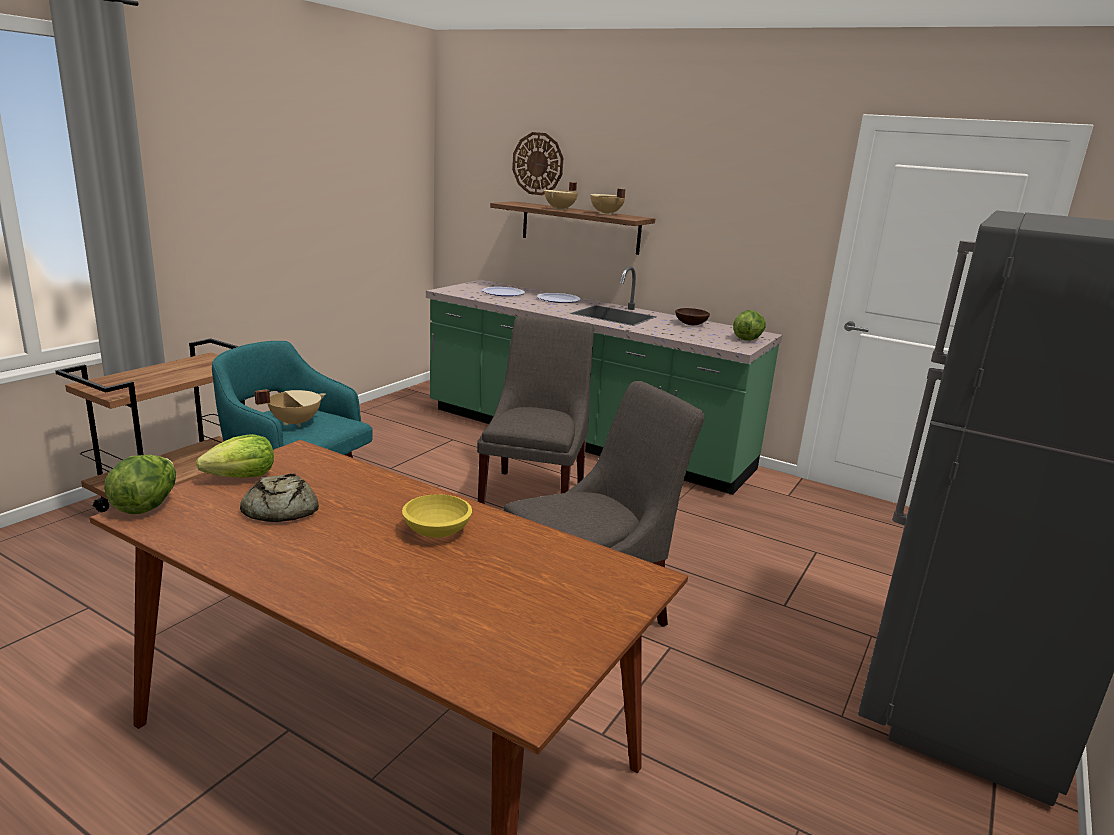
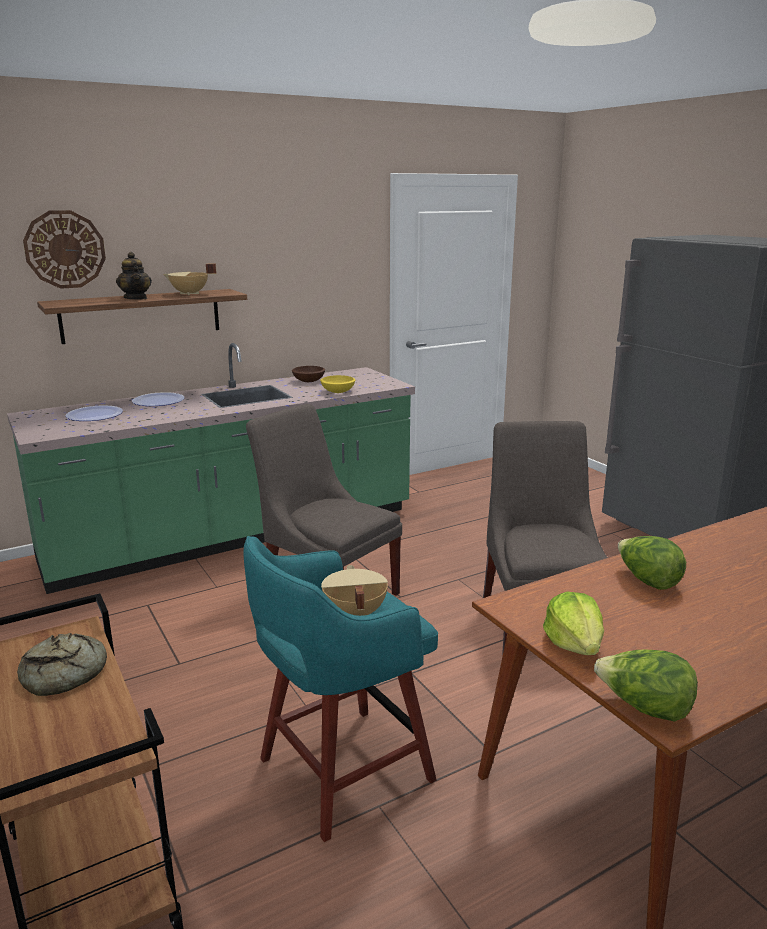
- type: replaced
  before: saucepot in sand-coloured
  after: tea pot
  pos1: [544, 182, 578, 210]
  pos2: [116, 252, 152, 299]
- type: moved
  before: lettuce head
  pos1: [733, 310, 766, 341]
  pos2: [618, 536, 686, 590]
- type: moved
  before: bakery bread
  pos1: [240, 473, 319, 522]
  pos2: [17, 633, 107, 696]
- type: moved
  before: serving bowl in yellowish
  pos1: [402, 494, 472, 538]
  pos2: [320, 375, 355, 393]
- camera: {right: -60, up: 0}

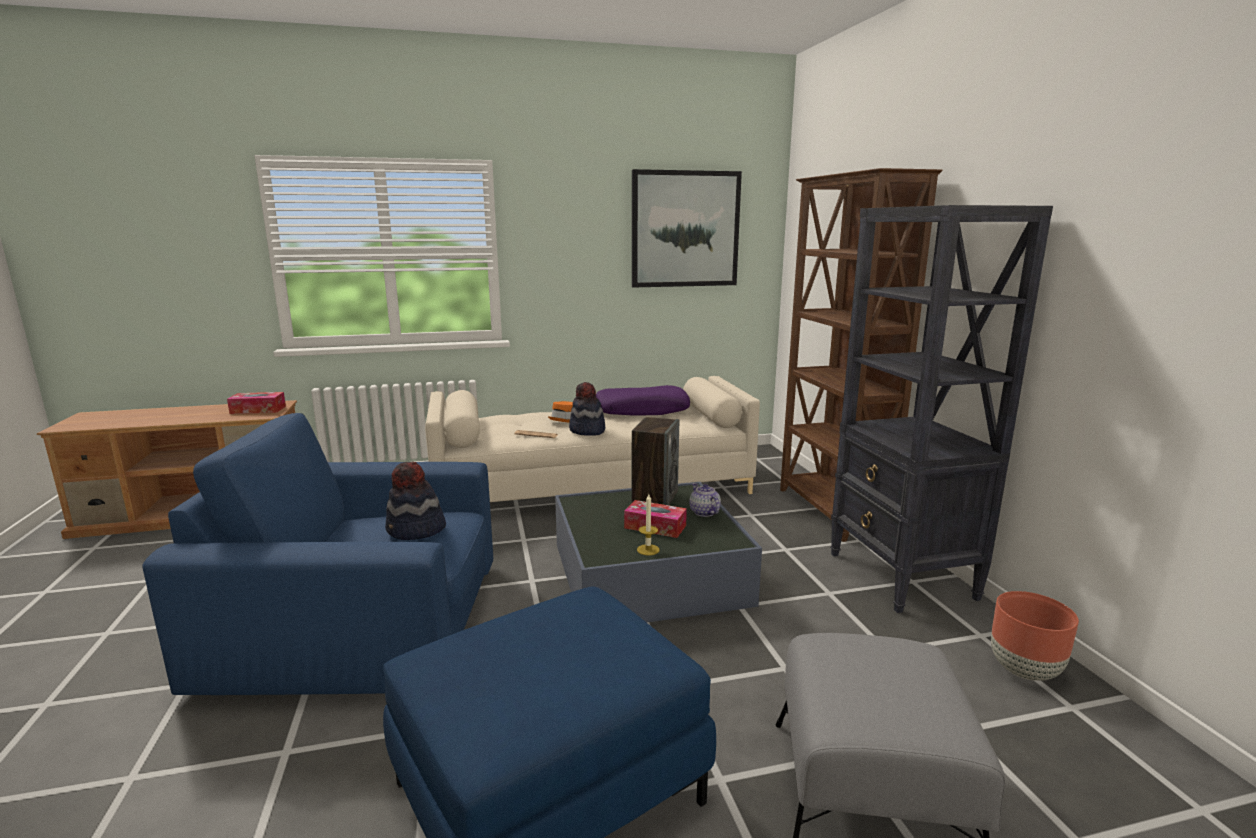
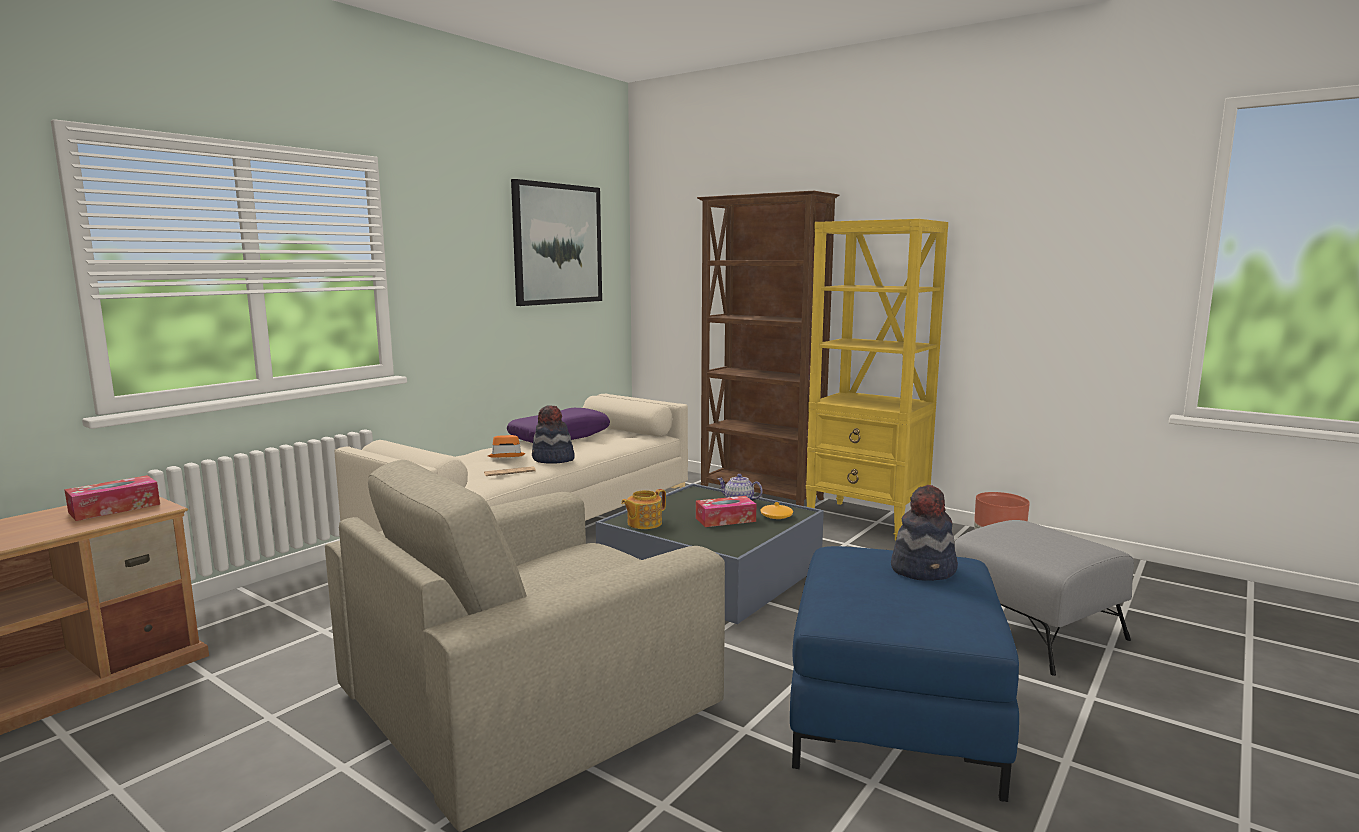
- type: recoloured
  before: bookcase in black
  after: bookcase in yellowish
  pos1: [830, 205, 1053, 613]
  pos2: [806, 219, 948, 540]
- type: recoloured
  before: lounge chair in bluish
  after: lounge chair in sand-coloured
  pos1: [142, 413, 493, 695]
  pos2: [325, 460, 725, 832]
- type: removed
  before: speaker
  pos1: [632, 417, 679, 505]
- type: moved
  before: clothing hat
  pos1: [385, 462, 446, 540]
  pos2: [891, 485, 958, 581]
- type: removed
  before: wax candle
  pos1: [637, 494, 660, 556]
- type: added
  after: tea pot
  pos2: [621, 489, 666, 529]
- type: added
  after: vase in orangey
  pos2: [760, 502, 793, 519]
- camera: {right: -40, up: -5}

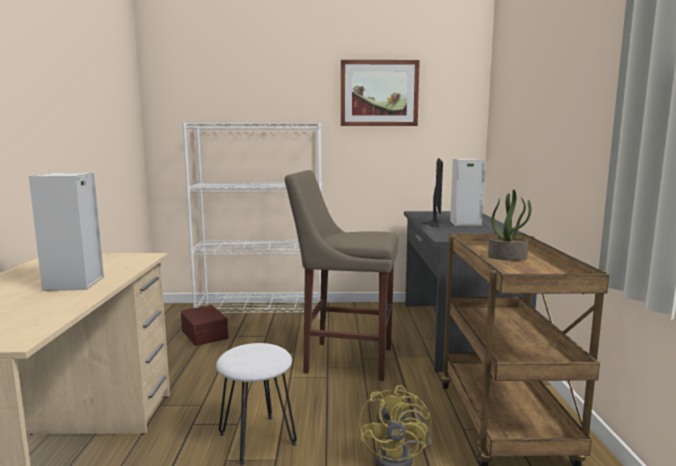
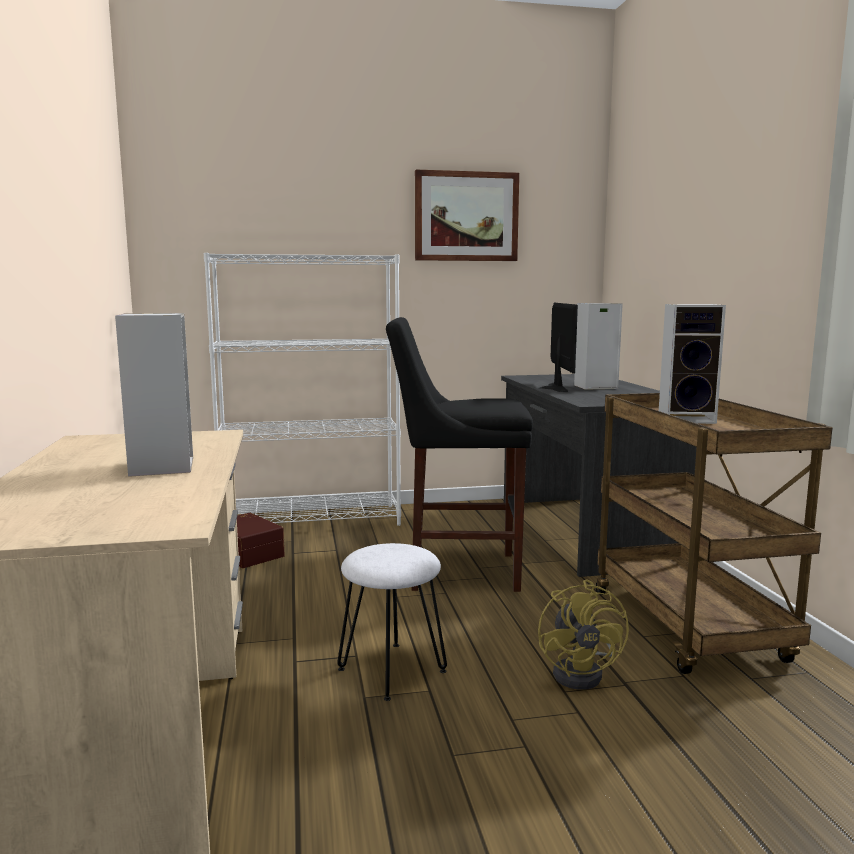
- type: recoloured
  before: sitting stool in sand-coloured
  after: sitting stool in black
  pos1: [285, 170, 399, 381]
  pos2: [386, 317, 533, 592]
- type: replaced
  before: plant in a pot
  after: speaker
  pos1: [488, 189, 532, 261]
  pos2: [659, 304, 726, 424]
- camera: {right: -10, up: 0}

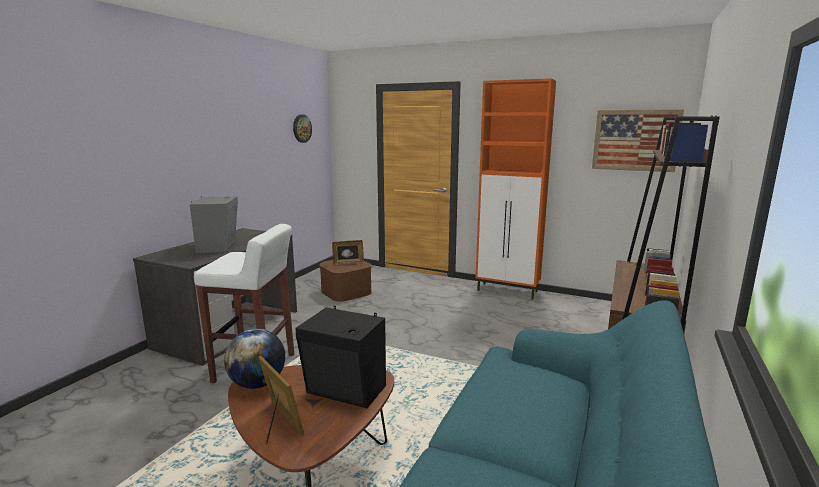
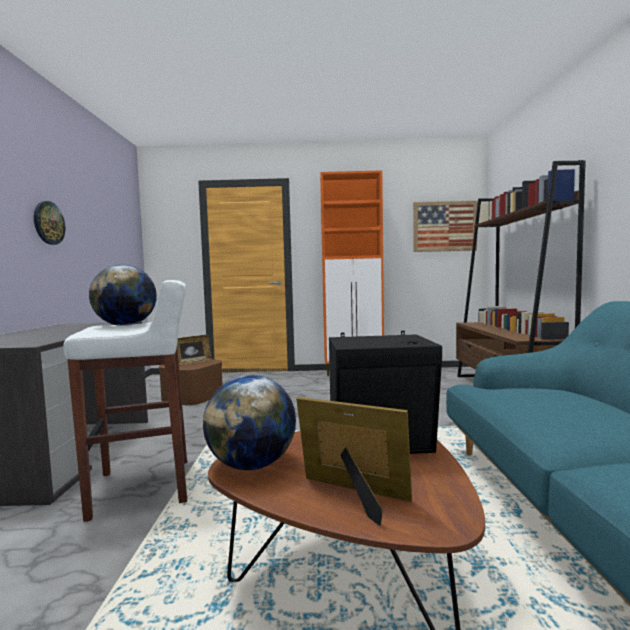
- type: moved
  before: clock on the wall
  pos1: [293, 114, 312, 143]
  pos2: [34, 201, 65, 245]
- type: removed
  before: speaker in grey
  pos1: [190, 196, 238, 253]
- type: added
  after: desk globe
  pos2: [89, 265, 157, 326]
- camera: {right: -25, up: -10}

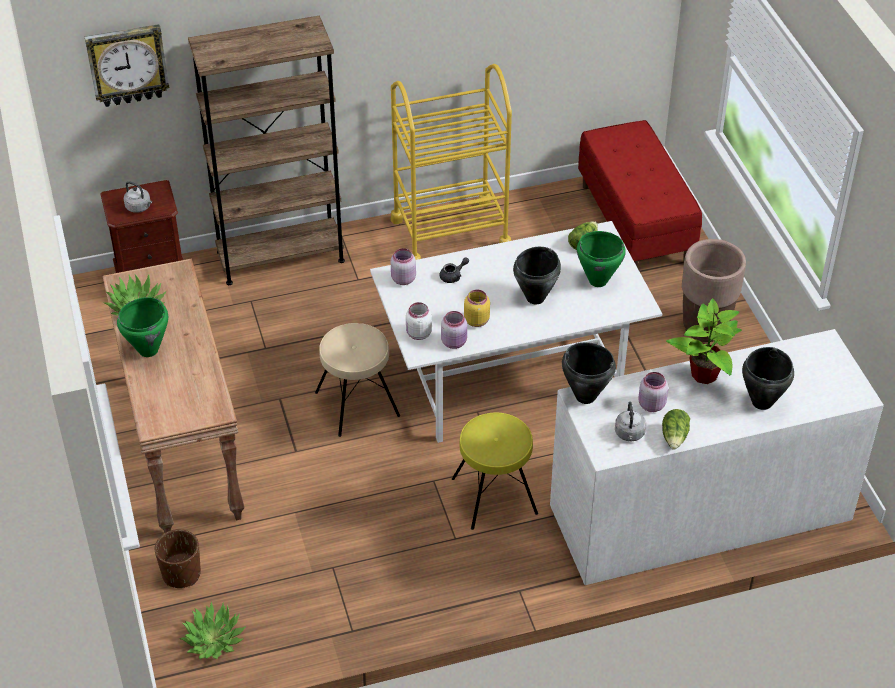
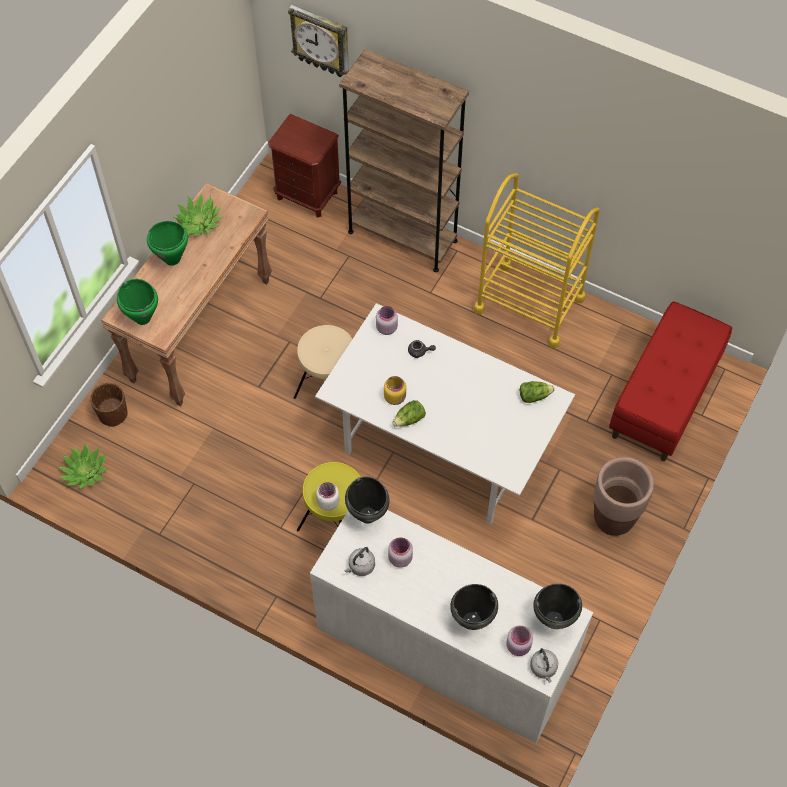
- type: moved
  before: tea kettle in grey
  pos1: [124, 181, 152, 213]
  pos2: [530, 648, 558, 683]
- type: moved
  before: saucepot in green
  pos1: [577, 231, 626, 287]
  pos2: [117, 279, 158, 325]
- type: moved
  before: saucepot in black
  pos1: [513, 247, 561, 304]
  pos2: [533, 584, 582, 629]
- type: removed
  before: plant in a pot
  pos1: [666, 298, 742, 384]
- type: moved
  before: preserve jar in whitish
  pos1: [406, 302, 432, 340]
  pos2: [316, 482, 340, 511]
- type: moved
  before: preserve jar in pinkish
  pos1: [441, 311, 467, 349]
  pos2: [506, 626, 533, 656]
- type: moved
  before: lettuce head
  pos1: [662, 409, 690, 450]
  pos2: [393, 400, 426, 427]
- camera: {right: 45, up: 15}

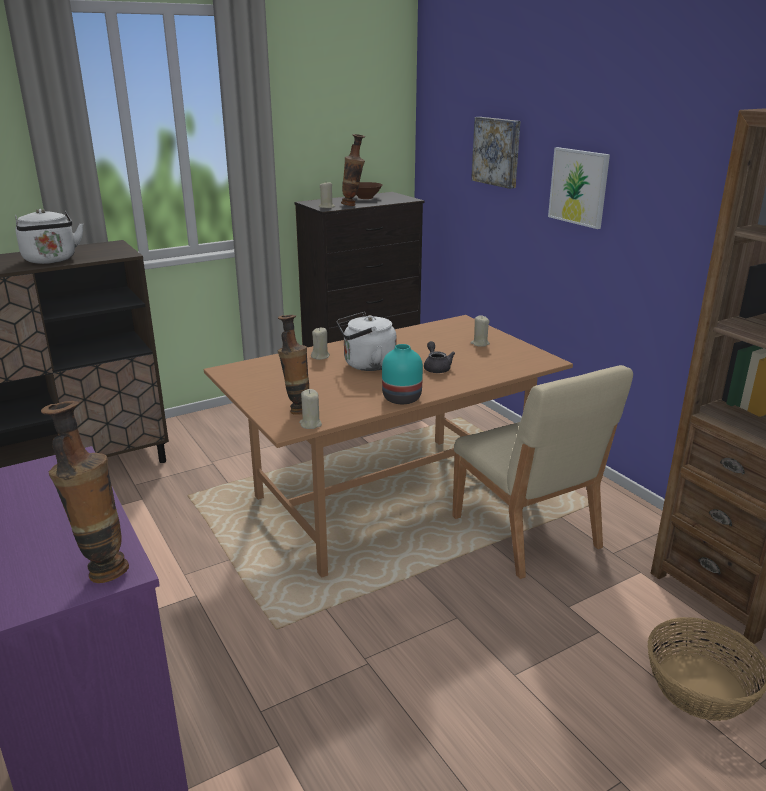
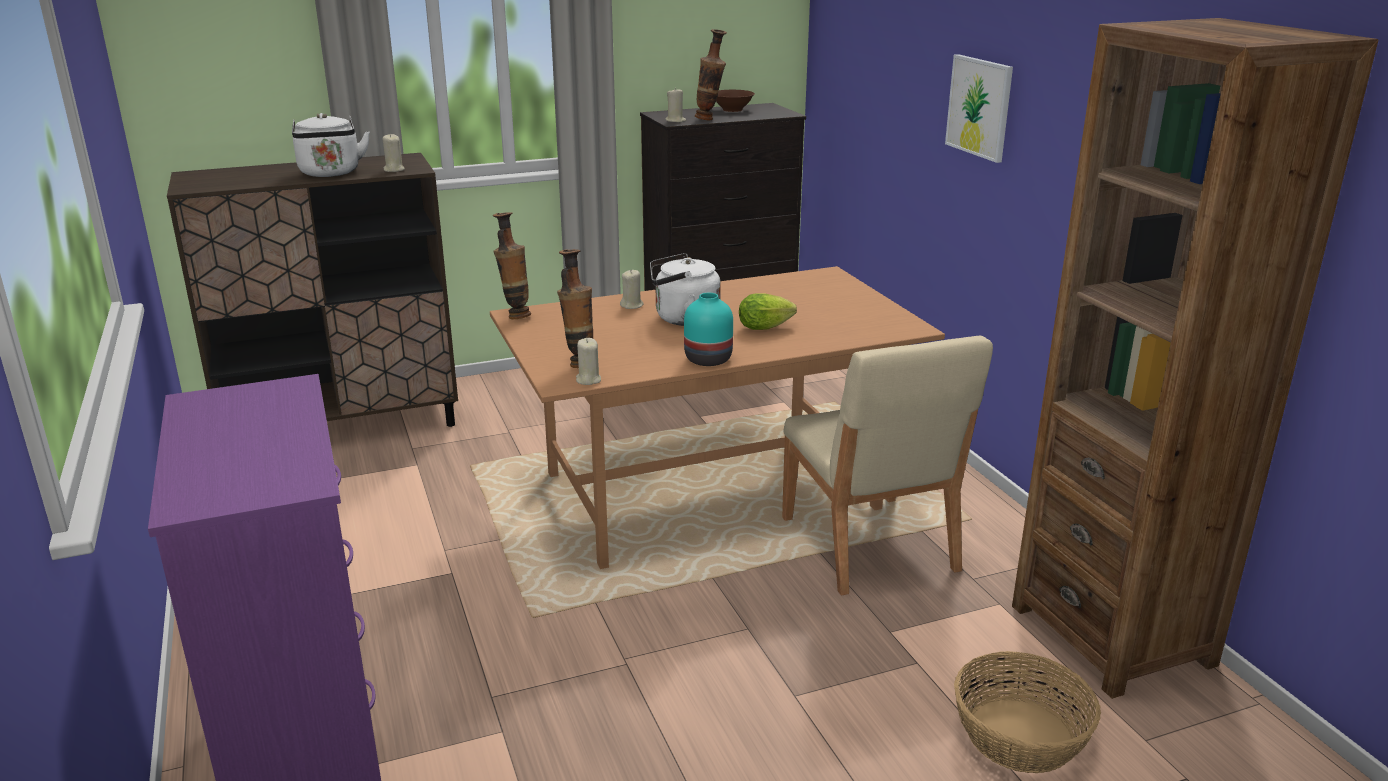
- type: removed
  before: wall picture
  pos1: [471, 117, 521, 189]
- type: moved
  before: wax candle in sand-coloured
  pos1: [470, 315, 490, 347]
  pos2: [383, 134, 405, 172]
- type: replaced
  before: tea pot in grey
  after: lettuce head
  pos1: [424, 341, 455, 373]
  pos2: [739, 293, 797, 330]
- type: moved
  before: vase
  pos1: [41, 401, 129, 583]
  pos2: [493, 212, 531, 319]
- camera: {right: 10, up: 0}

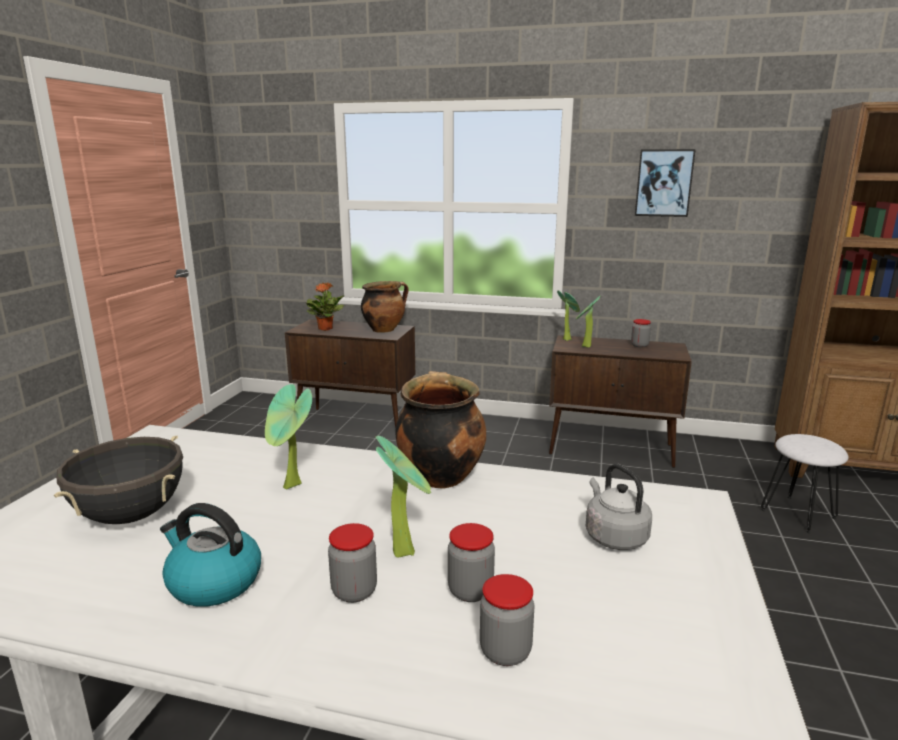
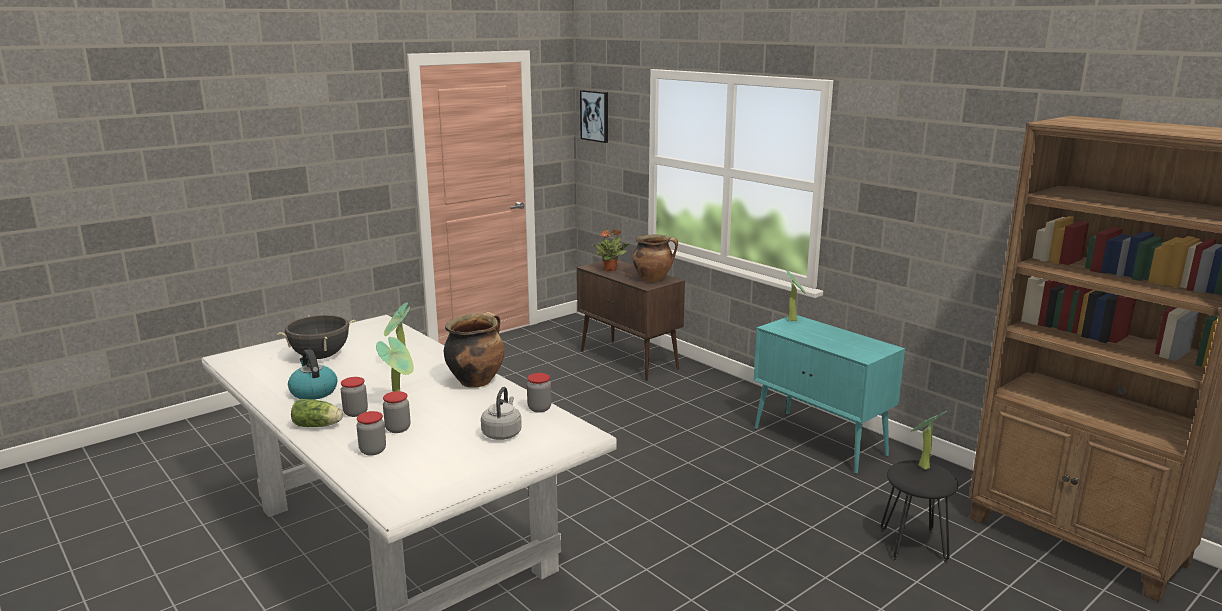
- type: moved
  before: wall picture
  pos1: [635, 149, 696, 217]
  pos2: [580, 90, 608, 143]
- type: moved
  before: plant in a pot
  pos1: [576, 296, 601, 348]
  pos2: [910, 411, 947, 470]
- type: moved
  before: preserve jar
  pos1: [631, 319, 651, 347]
  pos2: [527, 373, 552, 413]
- type: recoloured
  before: storage cabinet in brownish
  after: storage cabinet in turquoise-coloured
  pos1: [549, 335, 692, 468]
  pos2: [754, 315, 905, 474]
- type: recoloured
  before: sitting stool in whitish
  after: sitting stool in black
  pos1: [761, 434, 849, 533]
  pos2: [880, 460, 958, 563]
- type: added
  after: lettuce head
  pos2: [291, 399, 343, 427]
- camera: {right: 35, up: 0}

